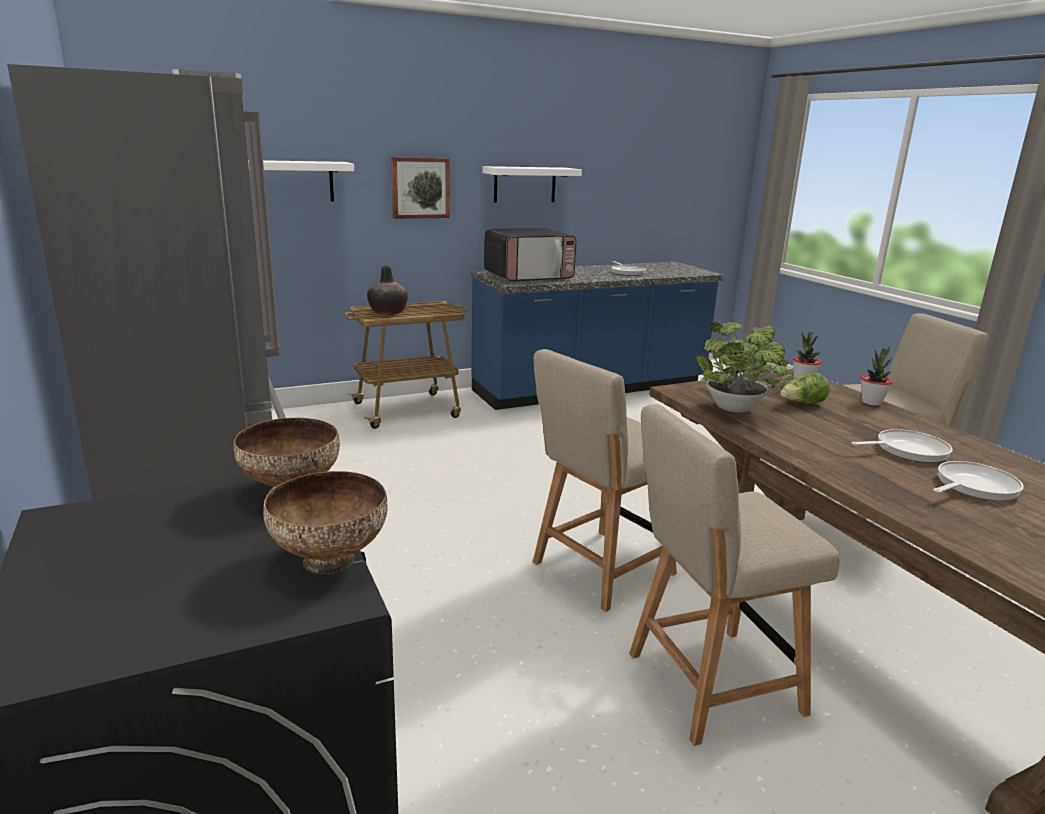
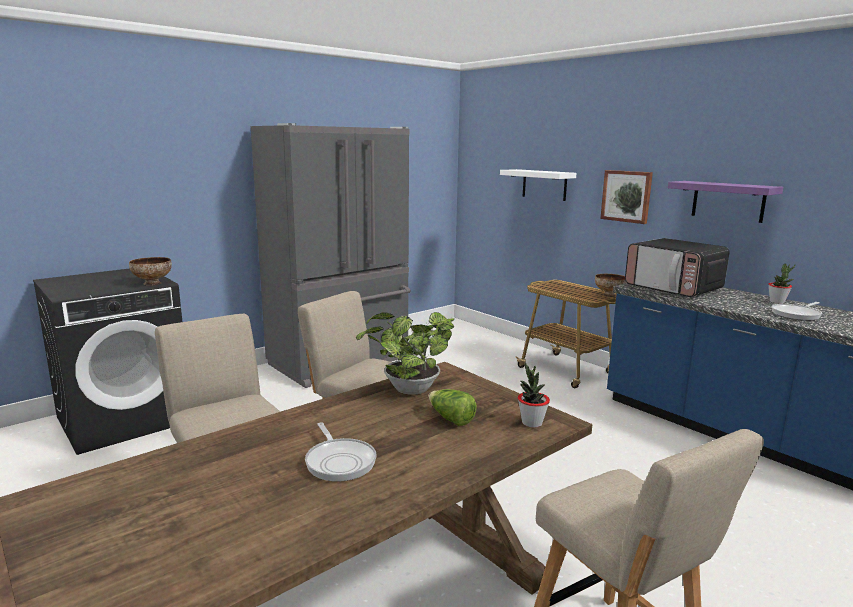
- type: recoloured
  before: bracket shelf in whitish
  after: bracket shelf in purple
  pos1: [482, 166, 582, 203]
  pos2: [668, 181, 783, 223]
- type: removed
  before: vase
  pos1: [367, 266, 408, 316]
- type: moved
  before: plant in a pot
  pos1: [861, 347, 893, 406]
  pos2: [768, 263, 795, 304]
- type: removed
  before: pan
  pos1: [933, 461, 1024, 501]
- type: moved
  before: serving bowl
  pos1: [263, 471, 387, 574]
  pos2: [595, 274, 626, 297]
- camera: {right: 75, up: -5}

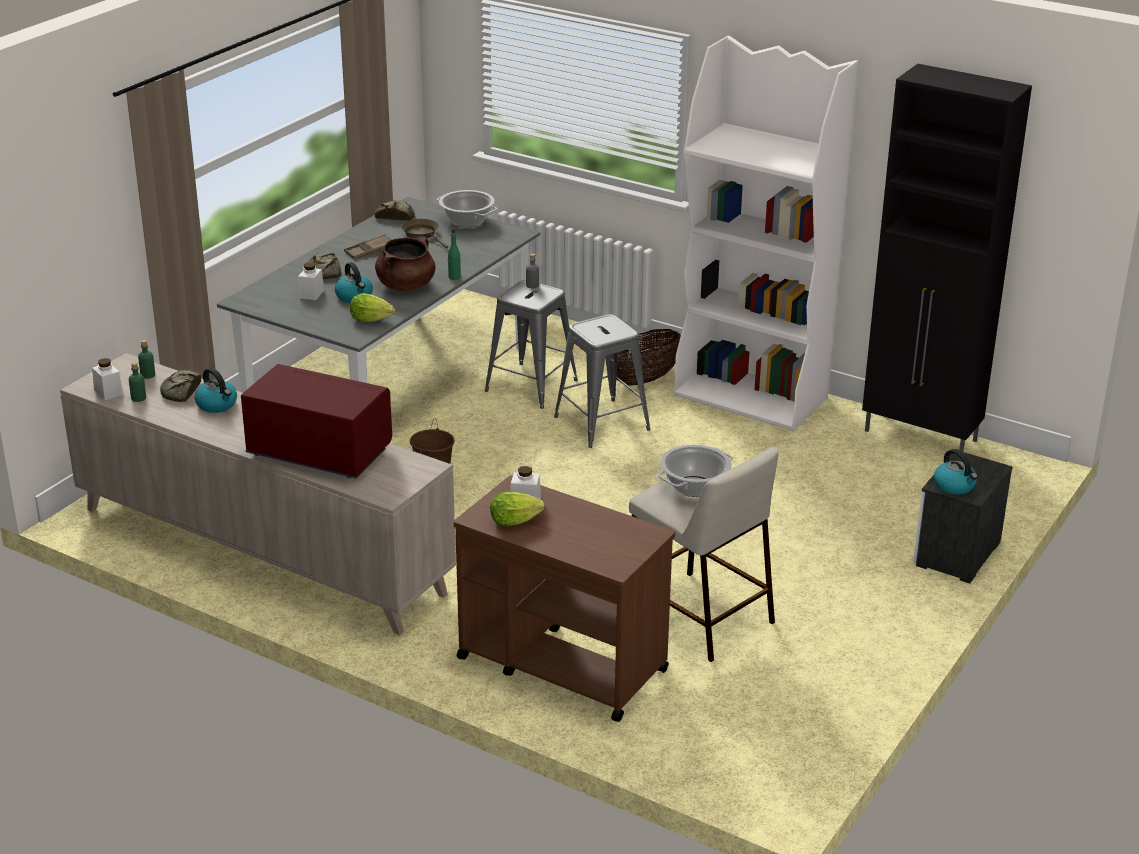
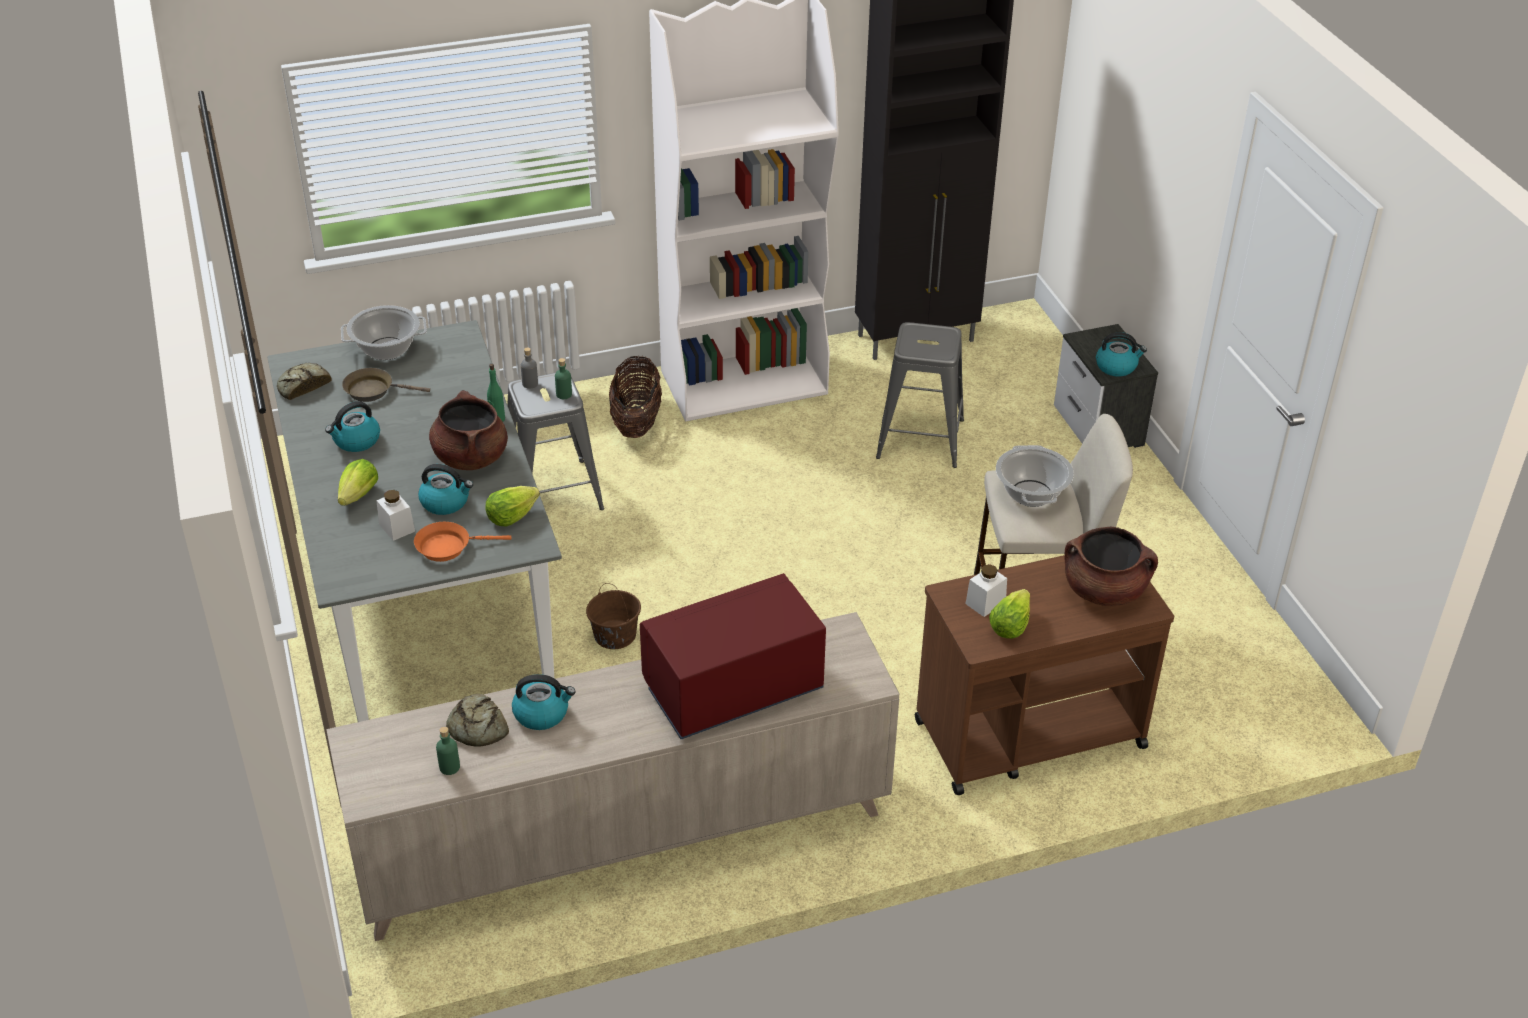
- type: replaced
  before: tray in brownish
  after: tea kettle
  pos1: [344, 234, 392, 259]
  pos2: [325, 401, 380, 452]
- type: replaced
  before: bakery bread
  after: lettuce head
  pos1: [307, 253, 341, 279]
  pos2: [338, 459, 378, 506]
- type: moved
  before: sitting stool in grey
  pos1: [554, 314, 650, 448]
  pos2: [876, 322, 964, 468]
- type: moved
  before: drink bottle in green
  pos1: [138, 340, 155, 379]
  pos2: [555, 358, 572, 399]
- type: removed
  before: preserve jar in whitish
  pos1: [92, 358, 124, 400]
- type: added
  after: pan in orangey
  pos2: [414, 522, 512, 562]
- type: added
  after: saucepot in brownish
  pos2: [1064, 527, 1158, 606]
- camera: {right: -50, up: 10}

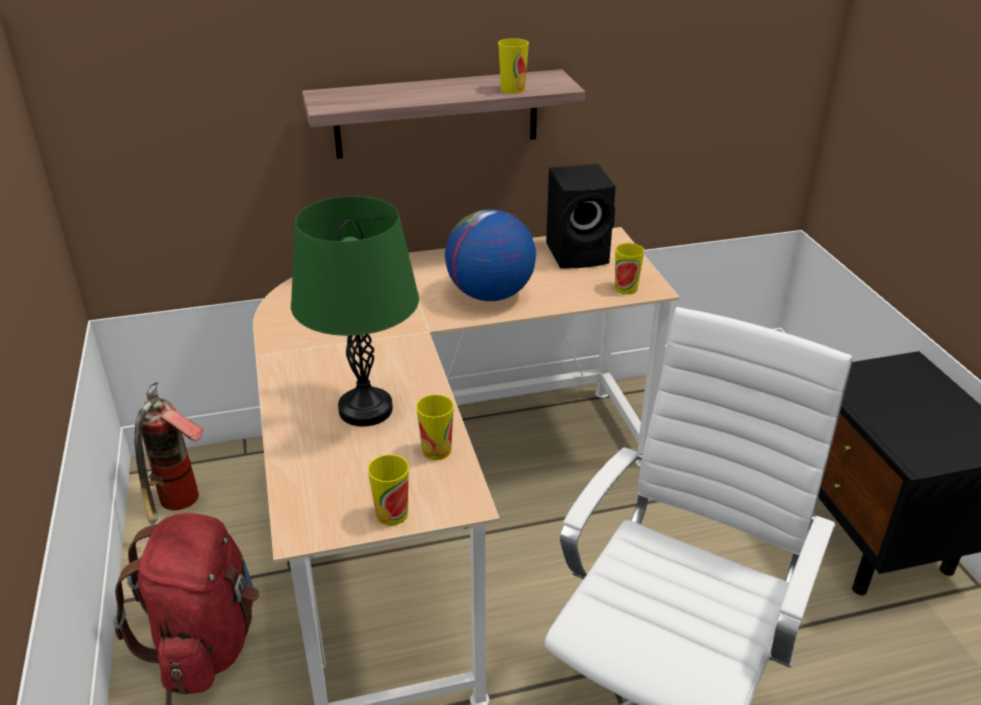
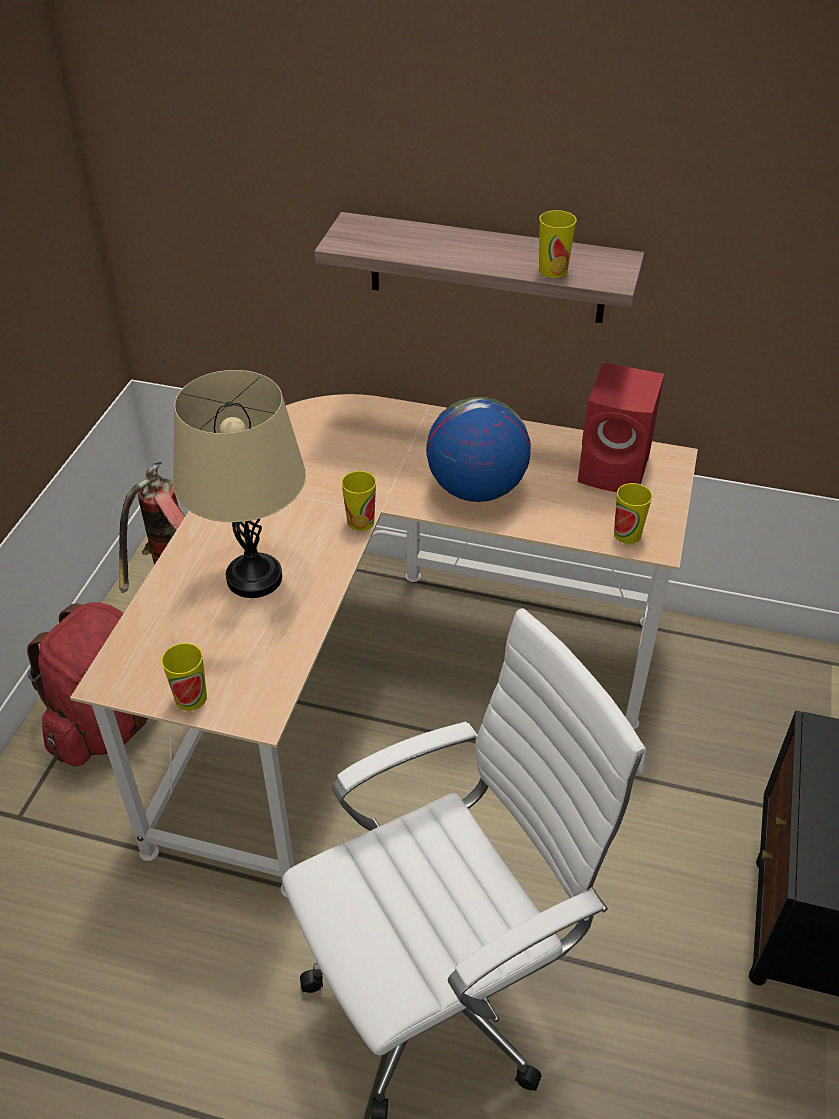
- type: recoloured
  before: speaker in black
  after: speaker in red-coloured
  pos1: [546, 164, 616, 269]
  pos2: [578, 363, 664, 492]
- type: recoloured
  before: lamp for a table in green
  after: lamp for a table in sand-coloured
  pos1: [291, 196, 419, 427]
  pos2: [173, 370, 306, 598]
- type: moved
  before: cup
  pos1: [416, 394, 454, 460]
  pos2: [341, 471, 376, 531]
- camera: {right: 30, up: 10}

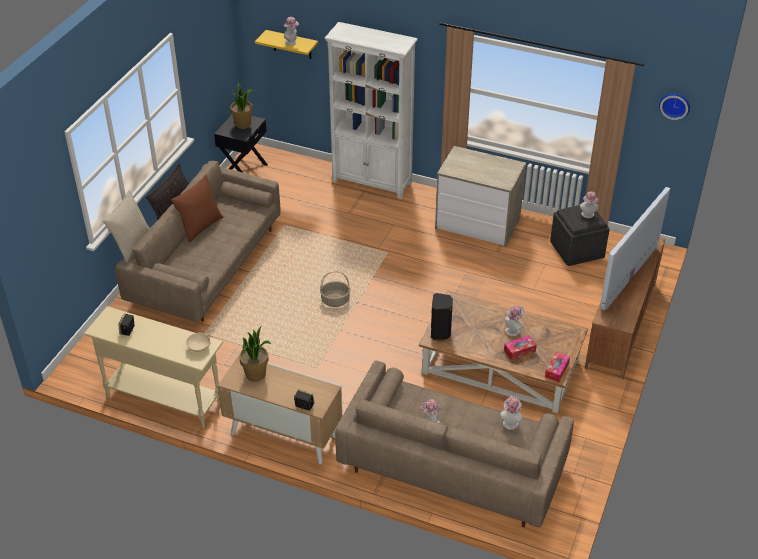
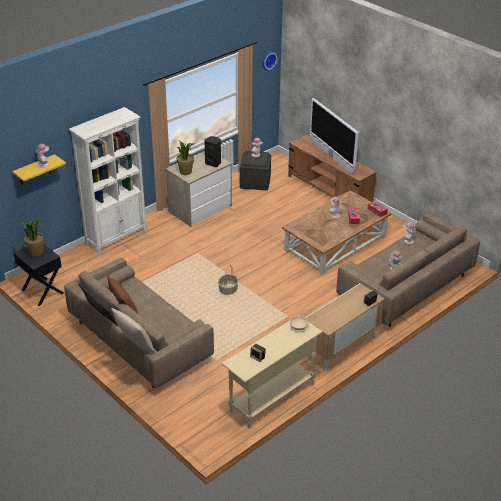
- type: moved
  before: speaker in black
  pos1: [431, 293, 453, 340]
  pos2: [204, 136, 221, 167]
- type: moved
  before: plant in a pot
  pos1: [239, 327, 271, 382]
  pos2: [177, 141, 195, 175]
- camera: {right: -65, up: -5}

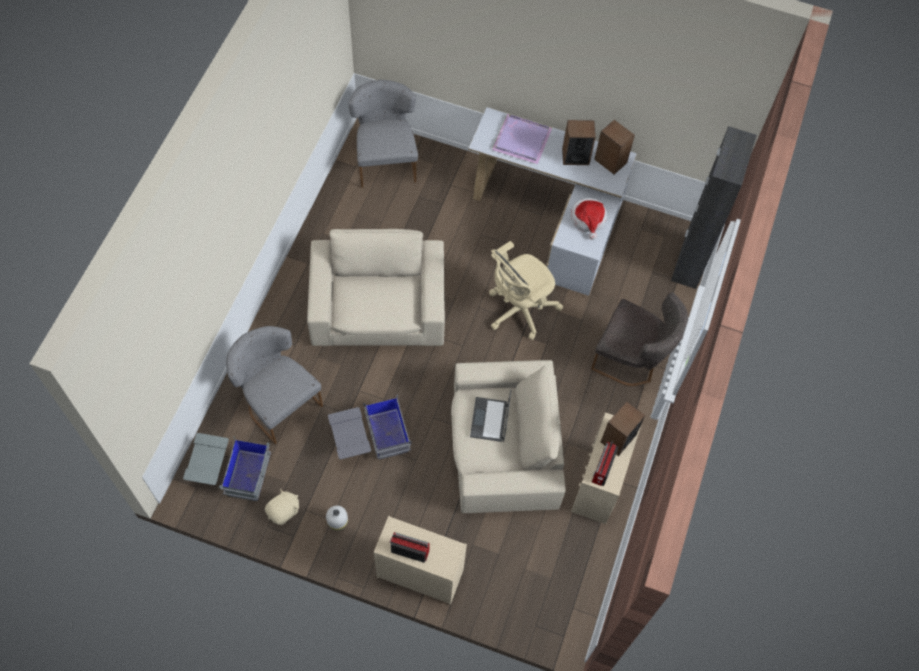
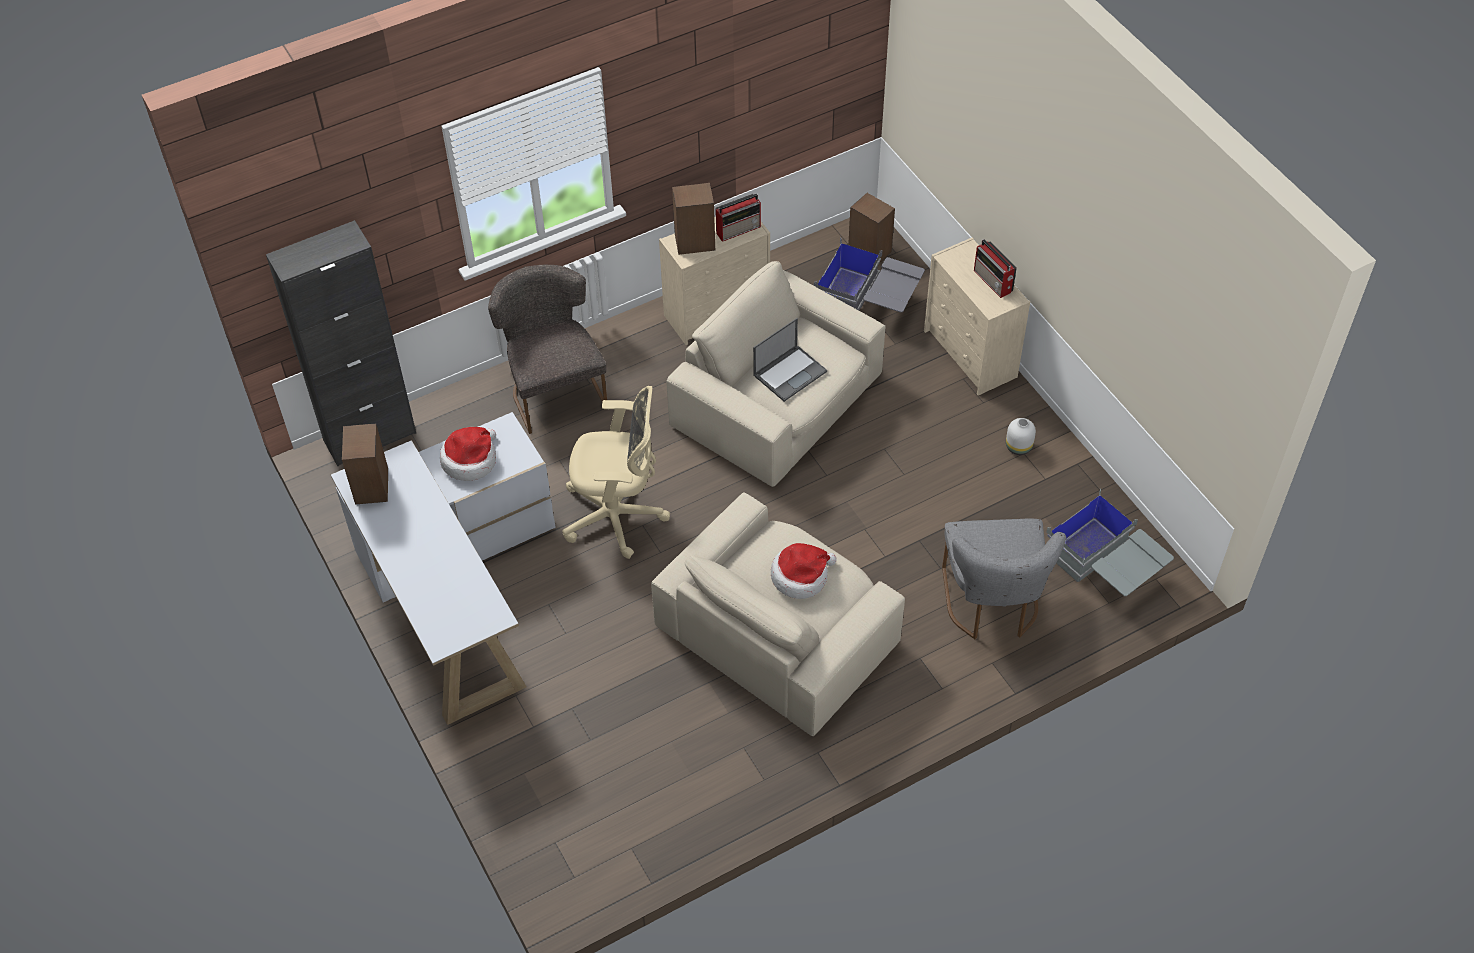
- type: removed
  before: chair in grey
  pos1: [348, 79, 418, 188]
- type: removed
  before: tray in purple
  pos1: [492, 114, 552, 164]
- type: moved
  before: speaker
  pos1: [562, 120, 596, 165]
  pos2: [848, 193, 895, 262]
- type: moved
  before: storage box in grey
  pos1: [328, 394, 411, 460]
  pos2: [814, 237, 925, 312]
- type: removed
  before: soft toy in sand-coloured
  pos1: [265, 489, 299, 525]
- type: added
  after: clothing hat
  pos2: [771, 543, 837, 599]
- camera: {right: -135, up: -10}

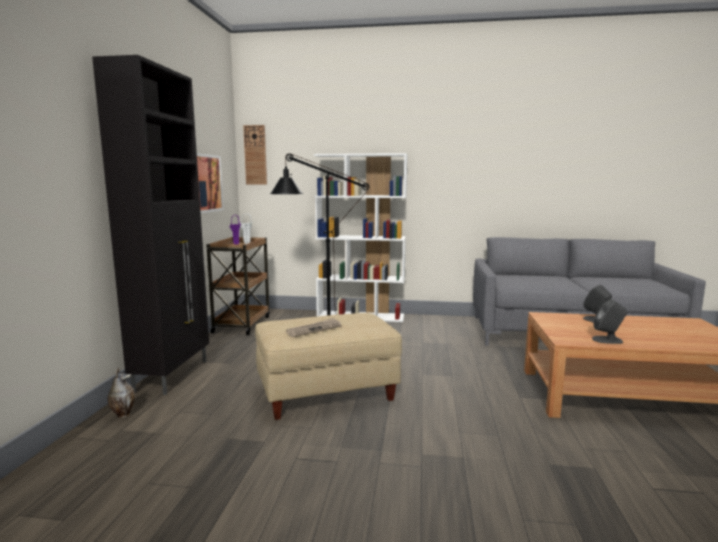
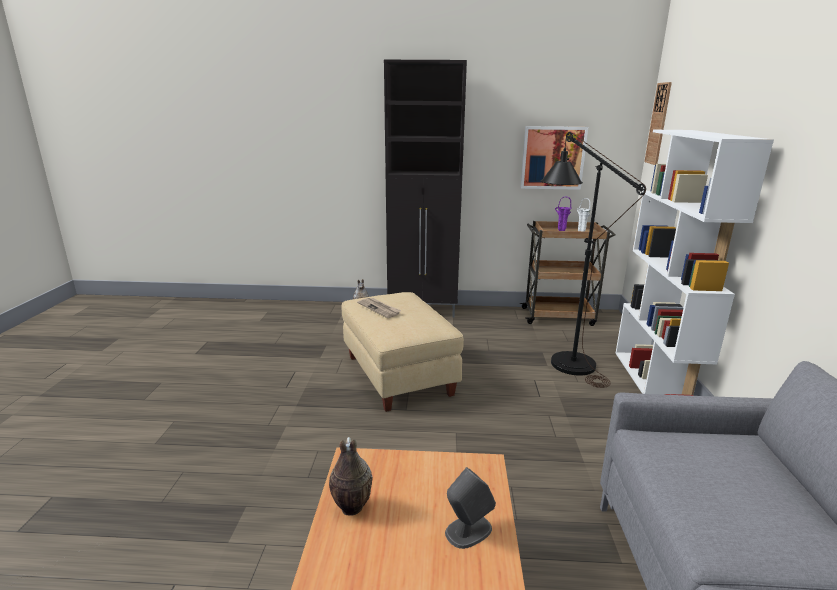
- type: replaced
  before: speaker in grey
  after: vase
  pos1: [592, 299, 627, 344]
  pos2: [329, 437, 373, 515]
- camera: {right: 85, up: 10}

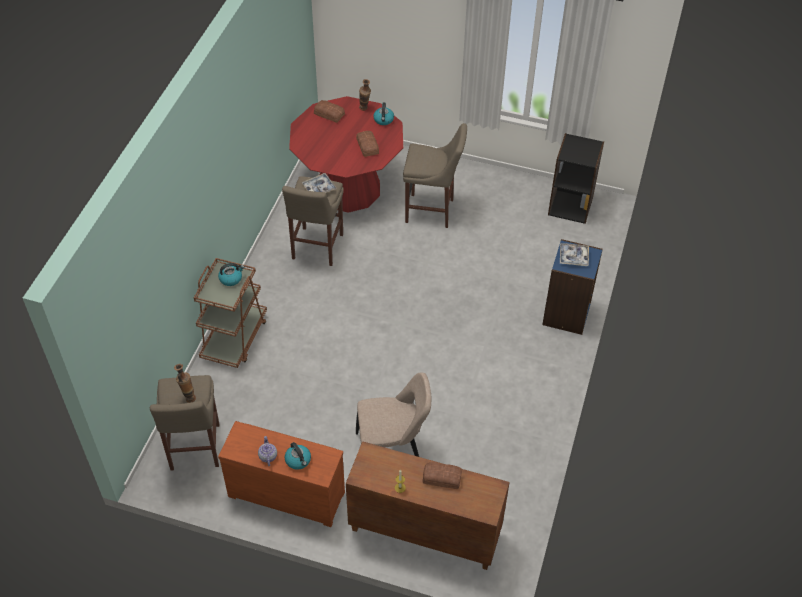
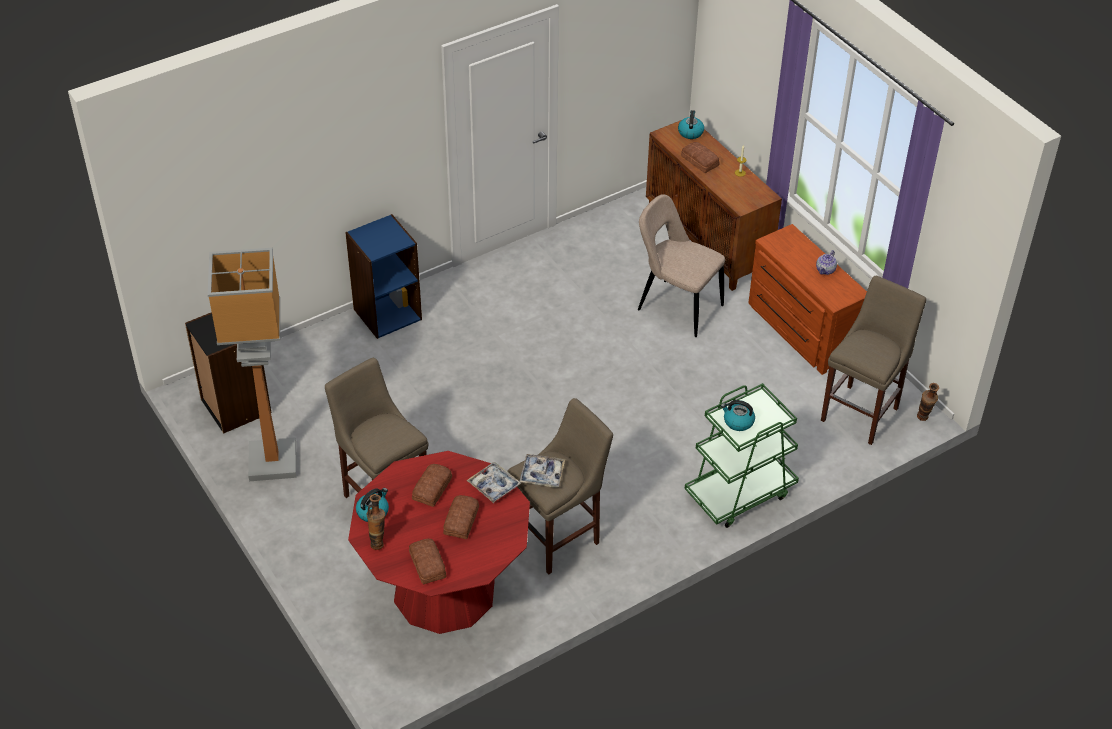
- type: moved
  before: tray
  pos1: [560, 243, 589, 266]
  pos2: [467, 462, 521, 503]
- type: recoloured
  before: cart in brownish
  after: cart in green
  pos1: [194, 258, 267, 368]
  pos2: [684, 383, 799, 528]
- type: moved
  before: vase
  pos1: [174, 364, 196, 403]
  pos2: [917, 383, 939, 421]
- type: moved
  before: tea kettle
  pos1: [285, 442, 311, 470]
  pos2: [678, 110, 704, 139]
- type: added
  after: standard lamp
  pos2: [207, 248, 297, 481]
- type: added
  after: bakery bread
  pos2: [443, 495, 479, 539]
- camera: {right: -140, up: -5}

